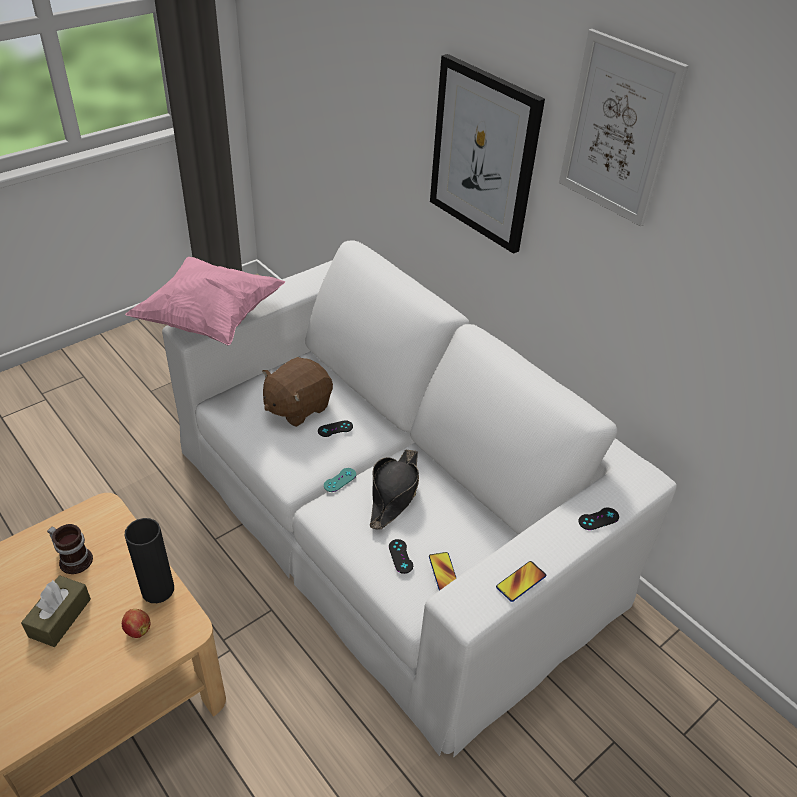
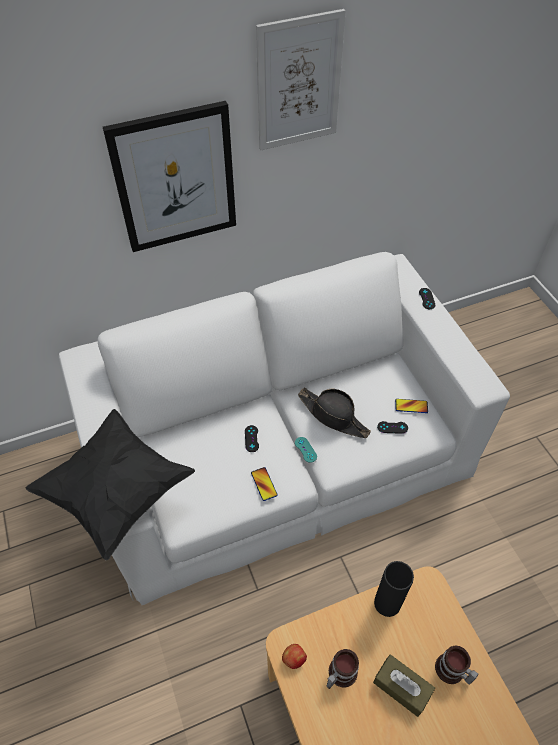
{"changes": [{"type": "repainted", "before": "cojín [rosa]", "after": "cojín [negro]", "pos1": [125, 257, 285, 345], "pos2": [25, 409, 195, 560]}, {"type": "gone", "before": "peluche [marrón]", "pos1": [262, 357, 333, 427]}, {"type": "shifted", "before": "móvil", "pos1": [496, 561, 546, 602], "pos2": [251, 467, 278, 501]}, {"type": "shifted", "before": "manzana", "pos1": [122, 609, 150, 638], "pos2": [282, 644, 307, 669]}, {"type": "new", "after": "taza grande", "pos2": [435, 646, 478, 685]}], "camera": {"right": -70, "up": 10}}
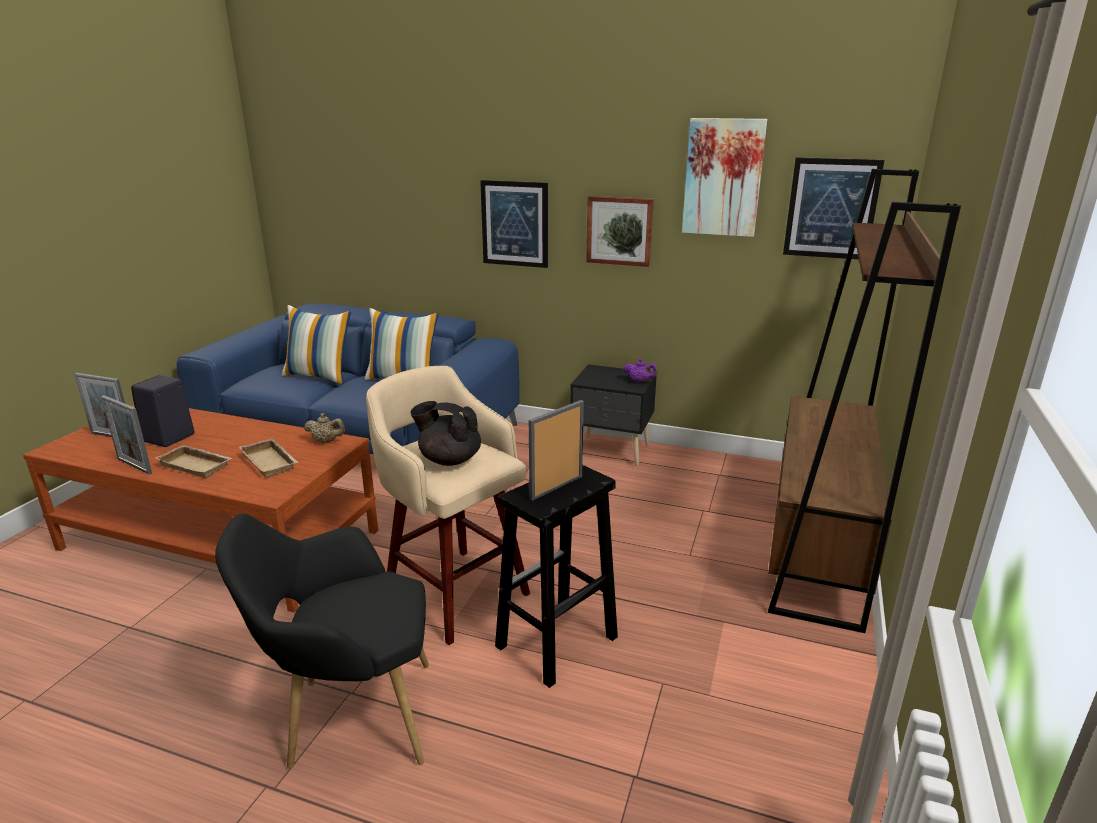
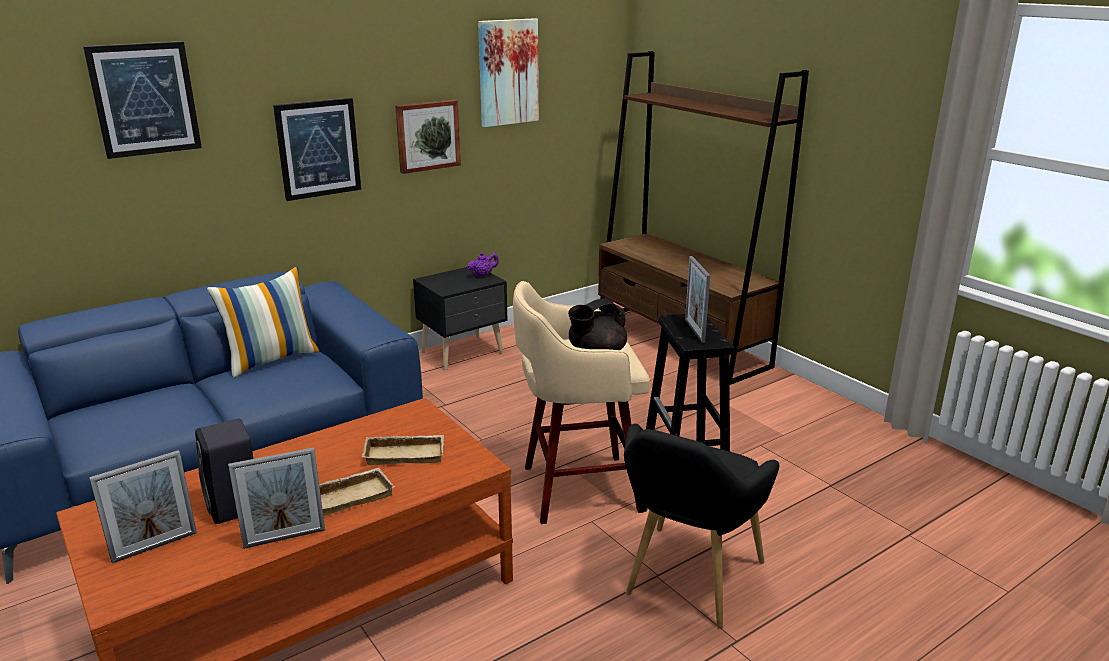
{"changes": [{"type": "shifted", "before": "cuadro", "pos1": [783, 157, 884, 259], "pos2": [83, 41, 202, 159]}, {"type": "gone", "before": "cojín", "pos1": [282, 305, 351, 385]}, {"type": "gone", "before": "tetera [beis]", "pos1": [304, 413, 345, 443]}], "camera": {"right": -55, "up": 0}}
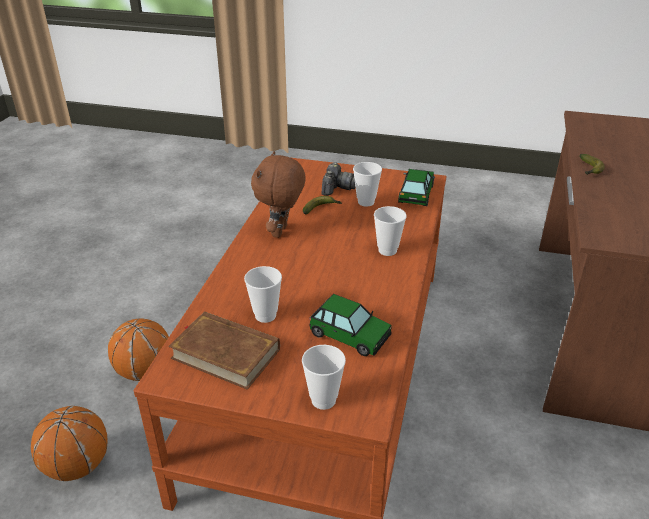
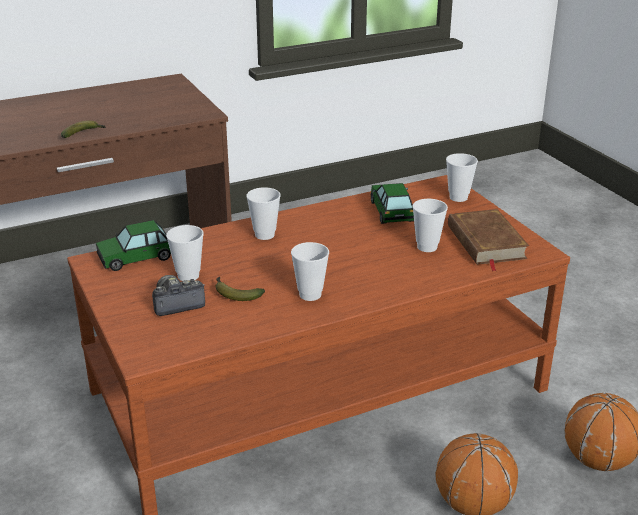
{"changes": [{"type": "swapped", "before": "peluche [marrón]", "after": "taza", "pos1": [251, 151, 306, 238], "pos2": [291, 242, 329, 301]}], "camera": {"right": -130, "up": -5}}
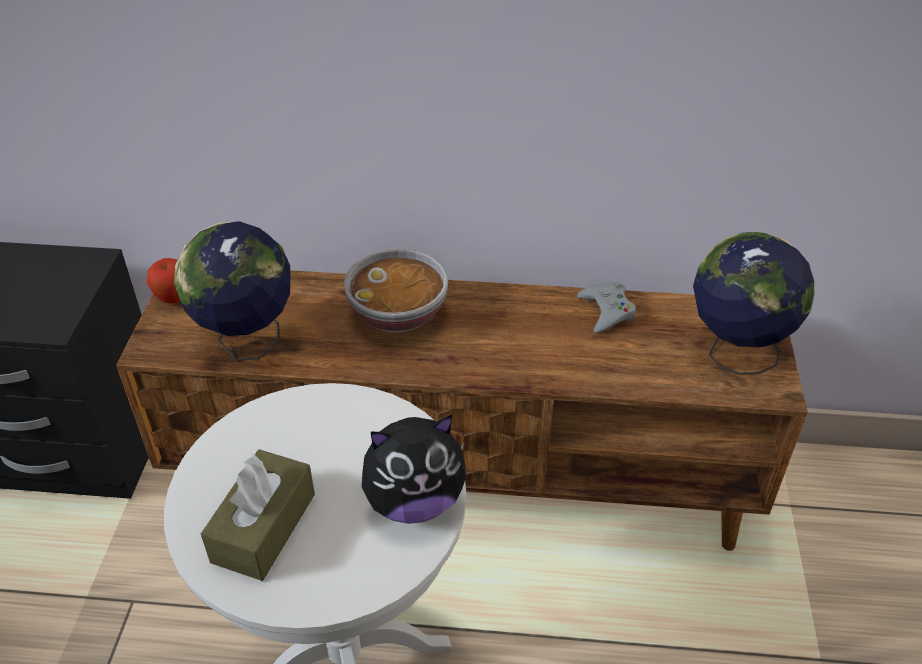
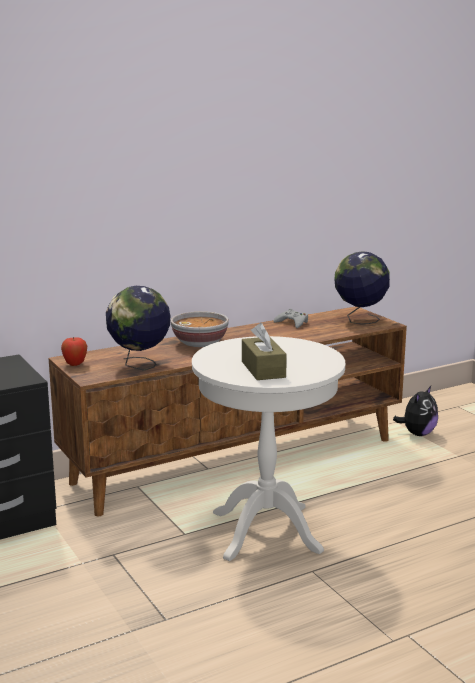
{"changes": [{"type": "shifted", "before": "peluche", "pos1": [362, 415, 466, 524], "pos2": [393, 386, 438, 436]}], "camera": {"right": -35, "up": -25}}
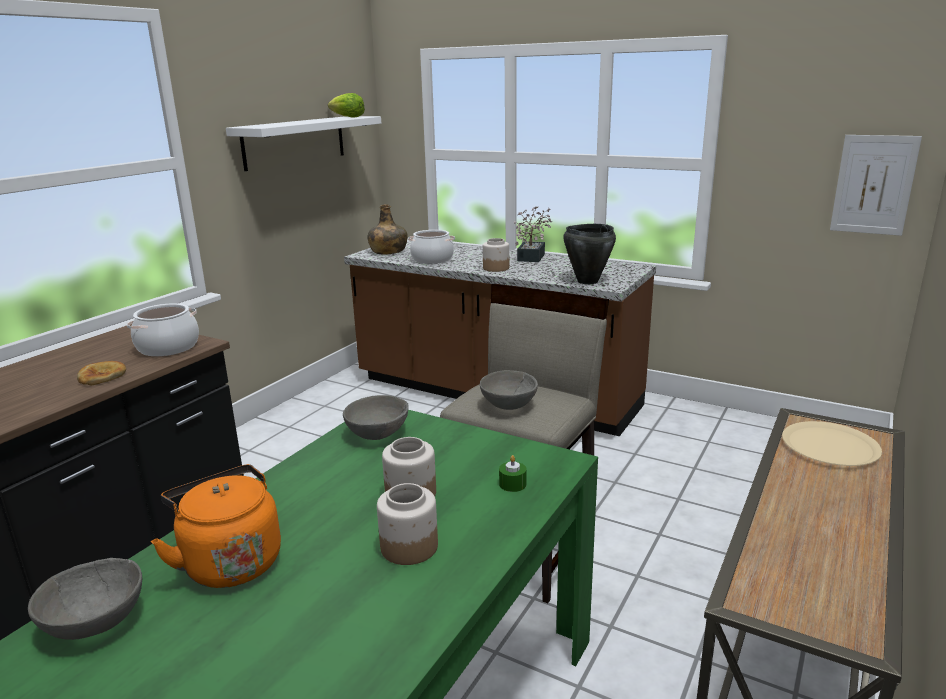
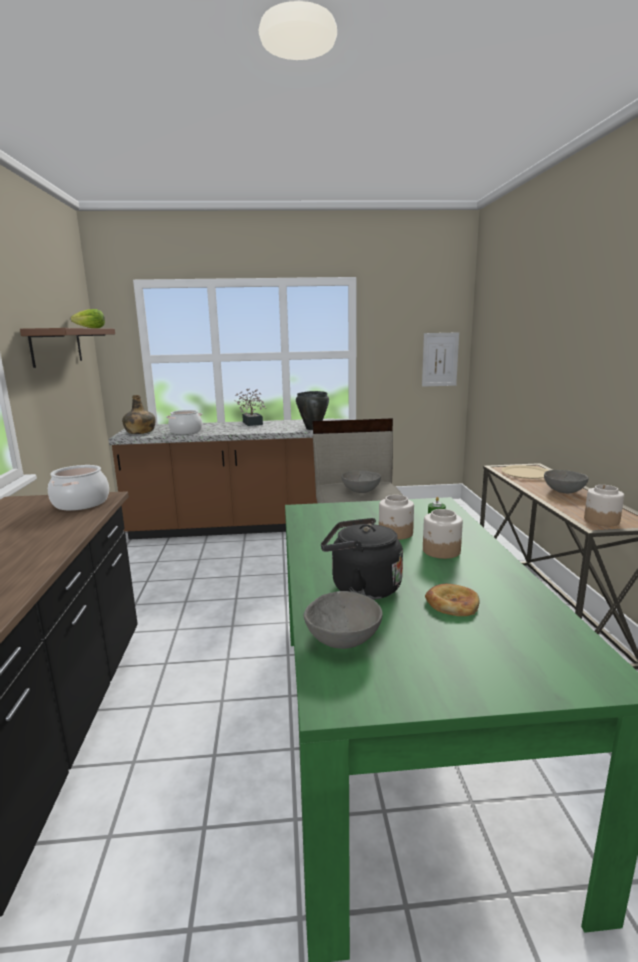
{"changes": [{"type": "repainted", "before": "estante [blanco]", "after": "estante [marrón]", "pos1": [226, 116, 381, 171], "pos2": [20, 328, 115, 368]}, {"type": "shifted", "before": "tarro", "pos1": [483, 238, 509, 272], "pos2": [584, 485, 624, 526]}, {"type": "shifted", "before": "pan", "pos1": [77, 361, 126, 385], "pos2": [425, 584, 479, 616]}, {"type": "shifted", "before": "cuenco [gris]", "pos1": [343, 395, 408, 440], "pos2": [544, 470, 589, 493]}, {"type": "repainted", "before": "hervidor [naranja]", "after": "hervidor [negro]", "pos1": [151, 464, 281, 588], "pos2": [321, 518, 403, 600]}], "camera": {"right": -35, "up": -5}}
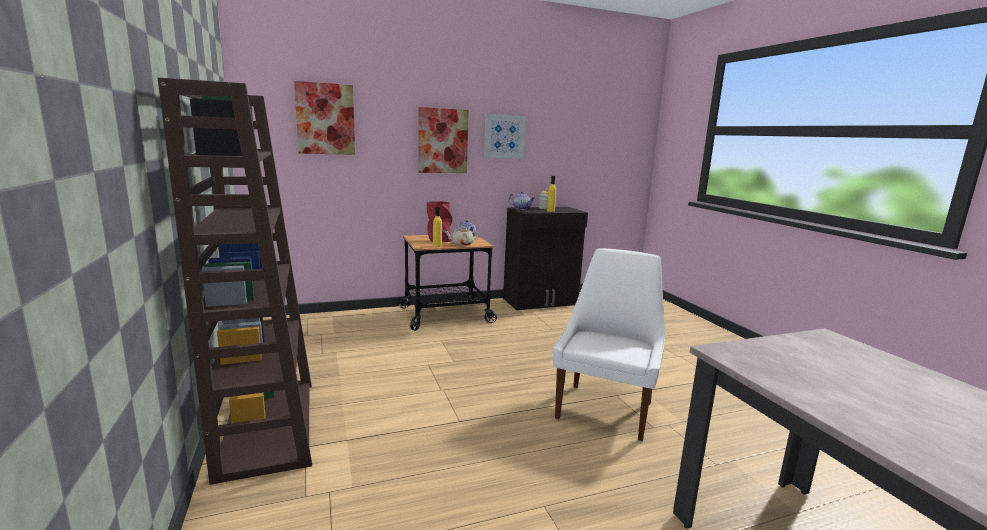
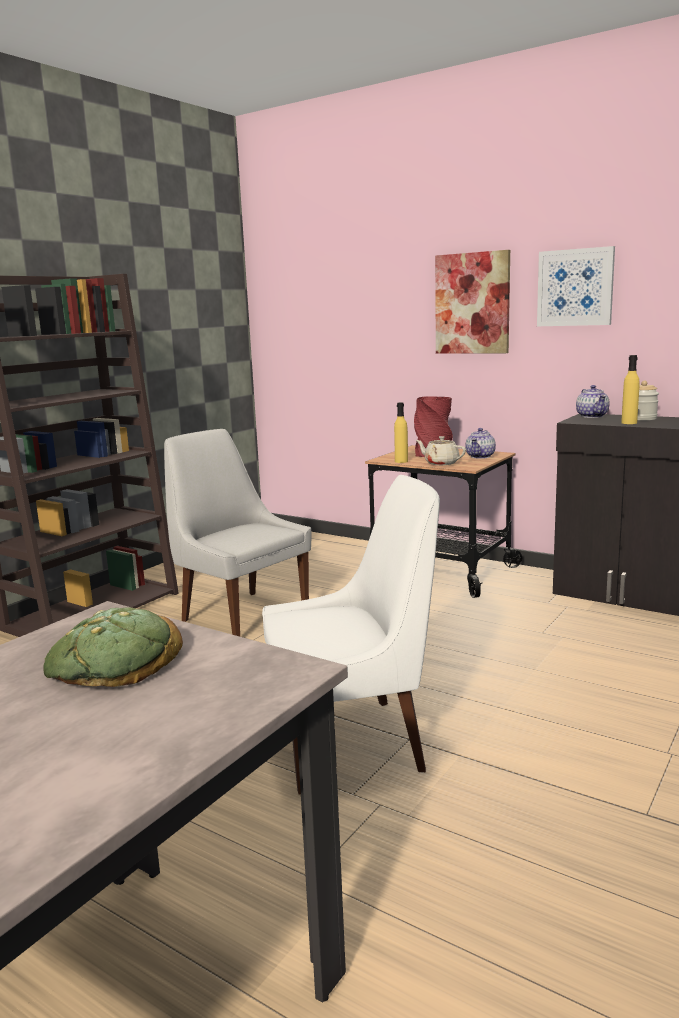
{"changes": [{"type": "gone", "before": "cuadro", "pos1": [294, 81, 355, 155]}, {"type": "new", "after": "silla [blanco]", "pos2": [164, 429, 311, 637]}, {"type": "new", "after": "pan", "pos2": [43, 607, 183, 687]}], "camera": {"right": 55, "up": 0}}
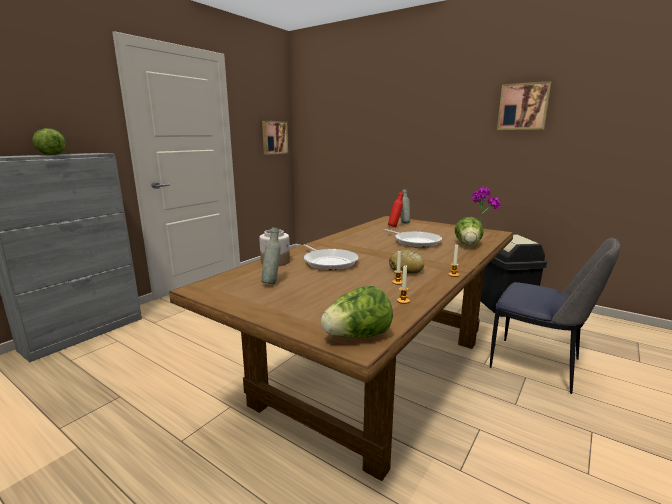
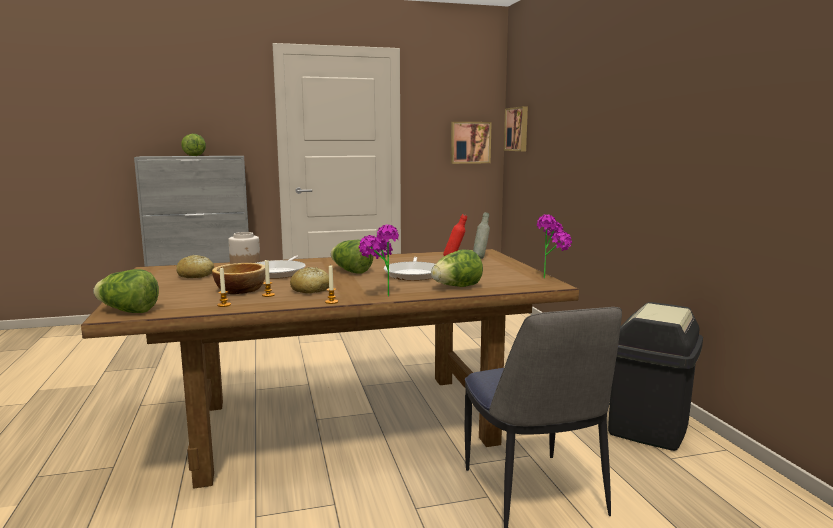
{"changes": [{"type": "shifted", "before": "cuadro", "pos1": [497, 81, 551, 130], "pos2": [504, 106, 528, 151]}, {"type": "swapped", "before": "botella [gris]", "after": "pan", "pos1": [261, 227, 281, 284], "pos2": [177, 255, 214, 278]}, {"type": "new", "after": "planta en maceta", "pos2": [359, 225, 399, 297]}, {"type": "new", "after": "lechuga", "pos2": [331, 240, 373, 274]}, {"type": "new", "after": "cuenco", "pos2": [212, 263, 265, 294]}], "camera": {"right": 40, "up": -5}}
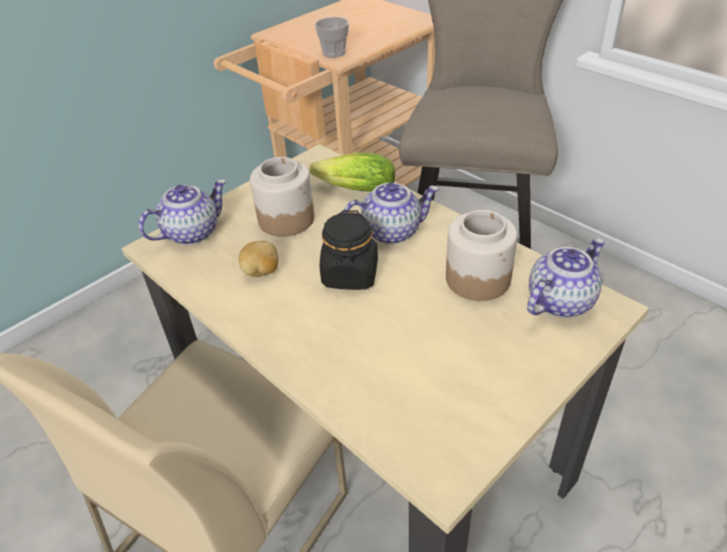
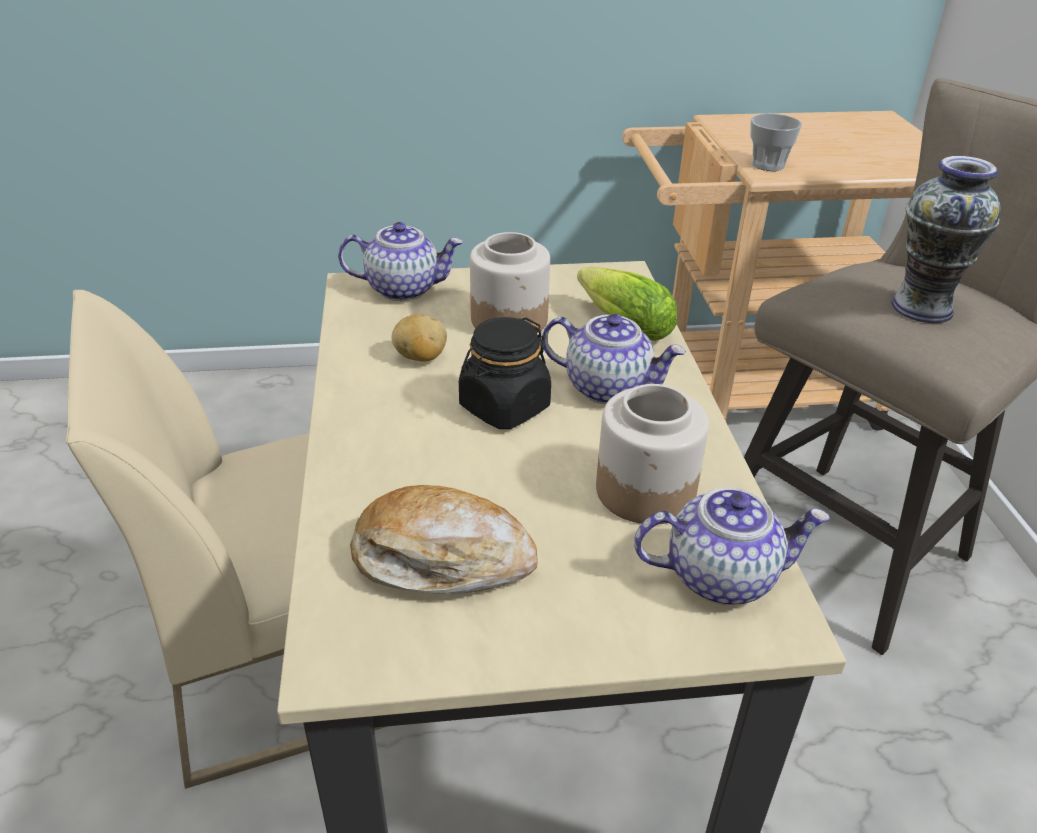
{"changes": [{"type": "new", "after": "florero", "pos2": [891, 156, 1001, 323]}, {"type": "new", "after": "pan", "pos2": [350, 485, 538, 594]}], "camera": {"right": 35, "up": -5}}
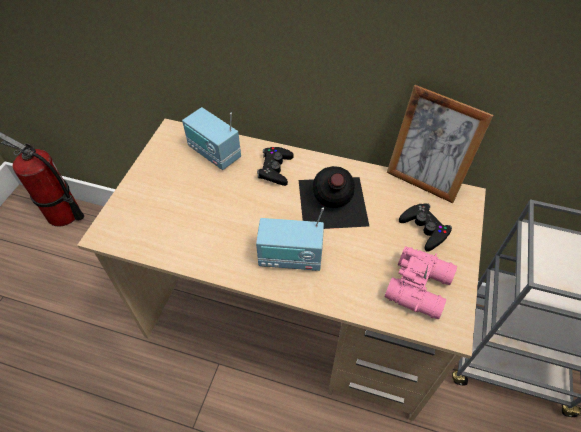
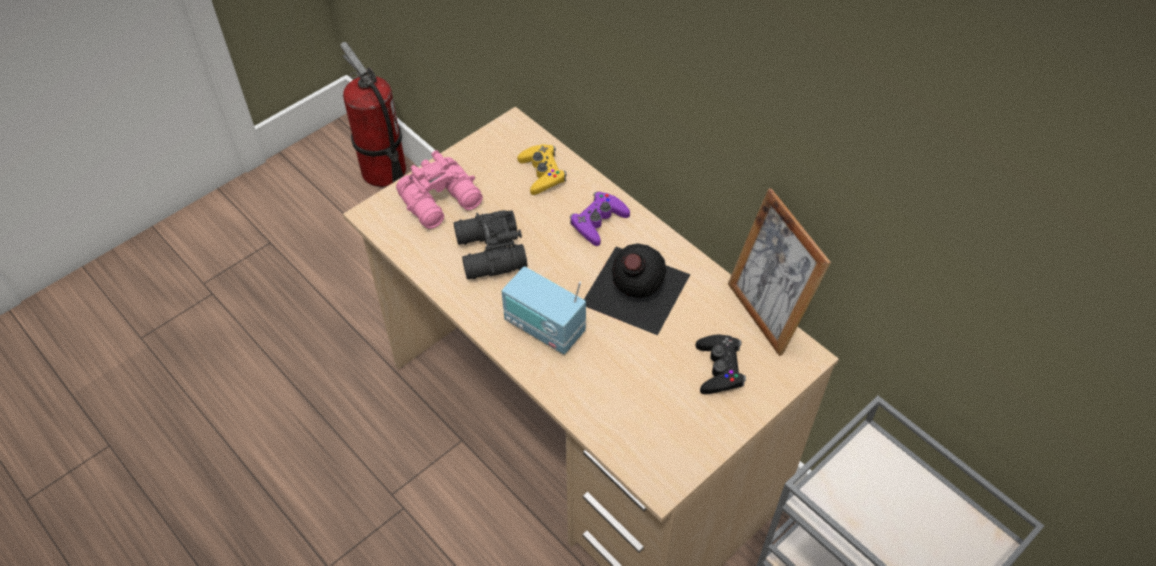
{"changes": [{"type": "swapped", "before": "radio", "after": "mando de consola [amarillo]", "pos1": [182, 107, 241, 170], "pos2": [517, 144, 566, 195]}, {"type": "repainted", "before": "mando de consola [negro]", "after": "mando de consola [morado]", "pos1": [257, 147, 294, 186], "pos2": [570, 192, 630, 246]}, {"type": "shifted", "before": "prismáticos [rosa]", "pos1": [384, 246, 457, 320], "pos2": [396, 150, 483, 229]}, {"type": "new", "after": "prismáticos [negro]", "pos2": [454, 210, 527, 280]}], "camera": {"right": 30, "up": 0}}
